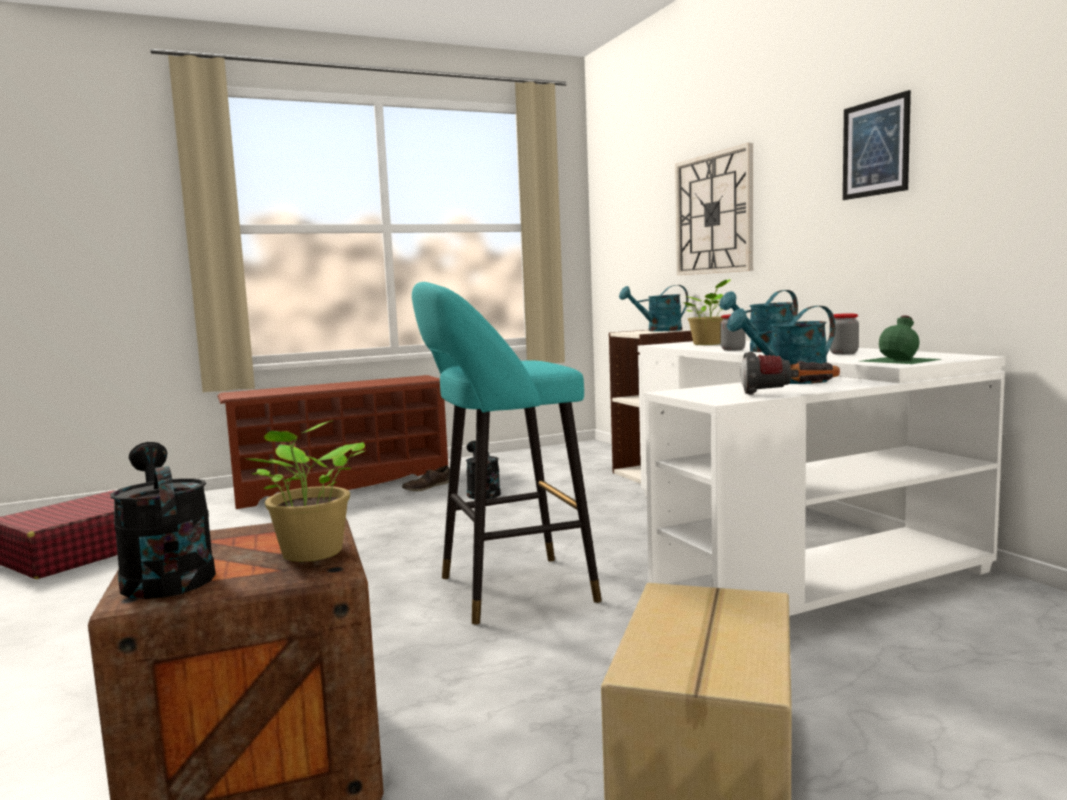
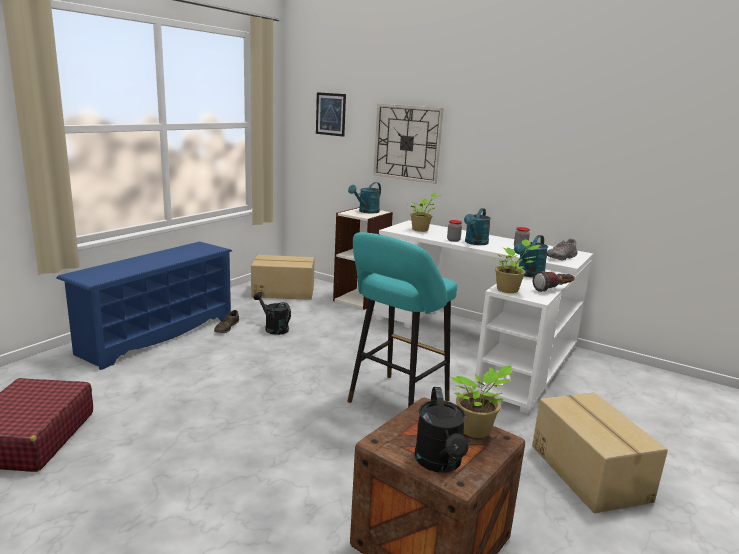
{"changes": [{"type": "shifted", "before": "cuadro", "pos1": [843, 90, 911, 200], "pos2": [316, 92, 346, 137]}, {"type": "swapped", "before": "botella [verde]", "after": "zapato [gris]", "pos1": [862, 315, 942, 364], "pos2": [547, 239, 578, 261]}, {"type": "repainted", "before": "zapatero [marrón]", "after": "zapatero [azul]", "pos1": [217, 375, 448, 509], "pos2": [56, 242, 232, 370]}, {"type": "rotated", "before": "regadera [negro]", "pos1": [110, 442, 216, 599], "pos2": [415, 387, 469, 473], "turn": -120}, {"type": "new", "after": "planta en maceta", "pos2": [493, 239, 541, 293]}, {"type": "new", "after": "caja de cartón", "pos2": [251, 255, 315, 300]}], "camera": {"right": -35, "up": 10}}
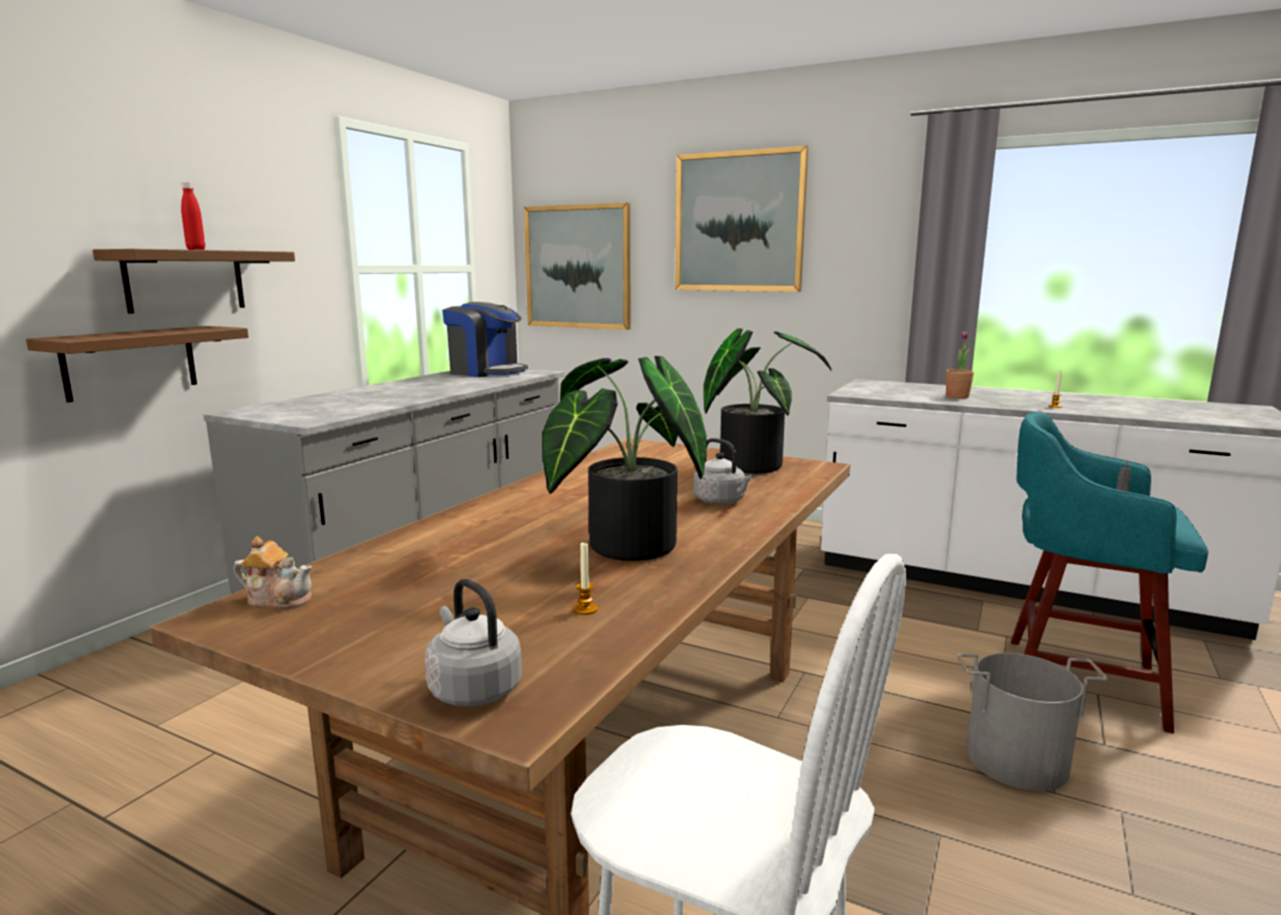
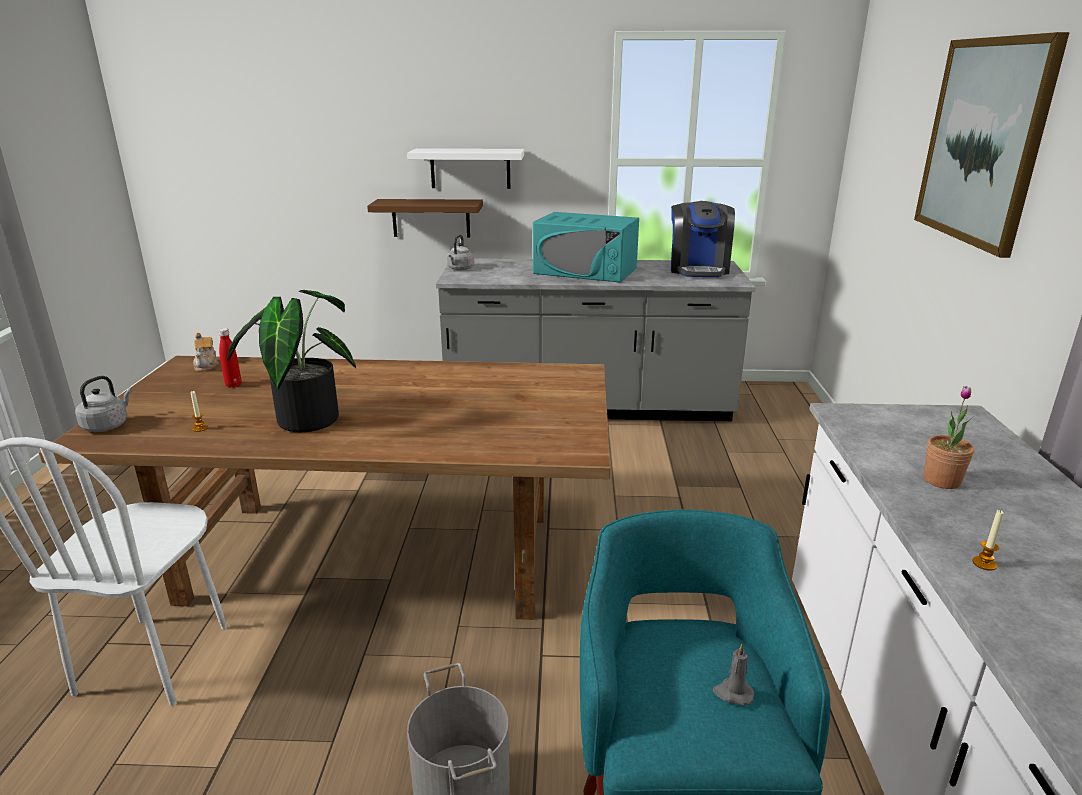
{"changes": [{"type": "shifted", "before": "botella [rojo]", "pos1": [181, 182, 205, 250], "pos2": [218, 328, 241, 388]}, {"type": "gone", "before": "cuadro", "pos1": [524, 202, 631, 330]}, {"type": "repainted", "before": "estante [marrón]", "after": "estante [blanco]", "pos1": [93, 249, 295, 314], "pos2": [407, 148, 524, 189]}, {"type": "gone", "before": "planta en maceta", "pos1": [704, 328, 831, 473]}, {"type": "shifted", "before": "hervidor [gris]", "pos1": [694, 438, 753, 505], "pos2": [447, 235, 474, 270]}, {"type": "new", "after": "microondas [turquesa]", "pos2": [533, 212, 639, 283]}], "camera": {"right": 65, "up": 10}}
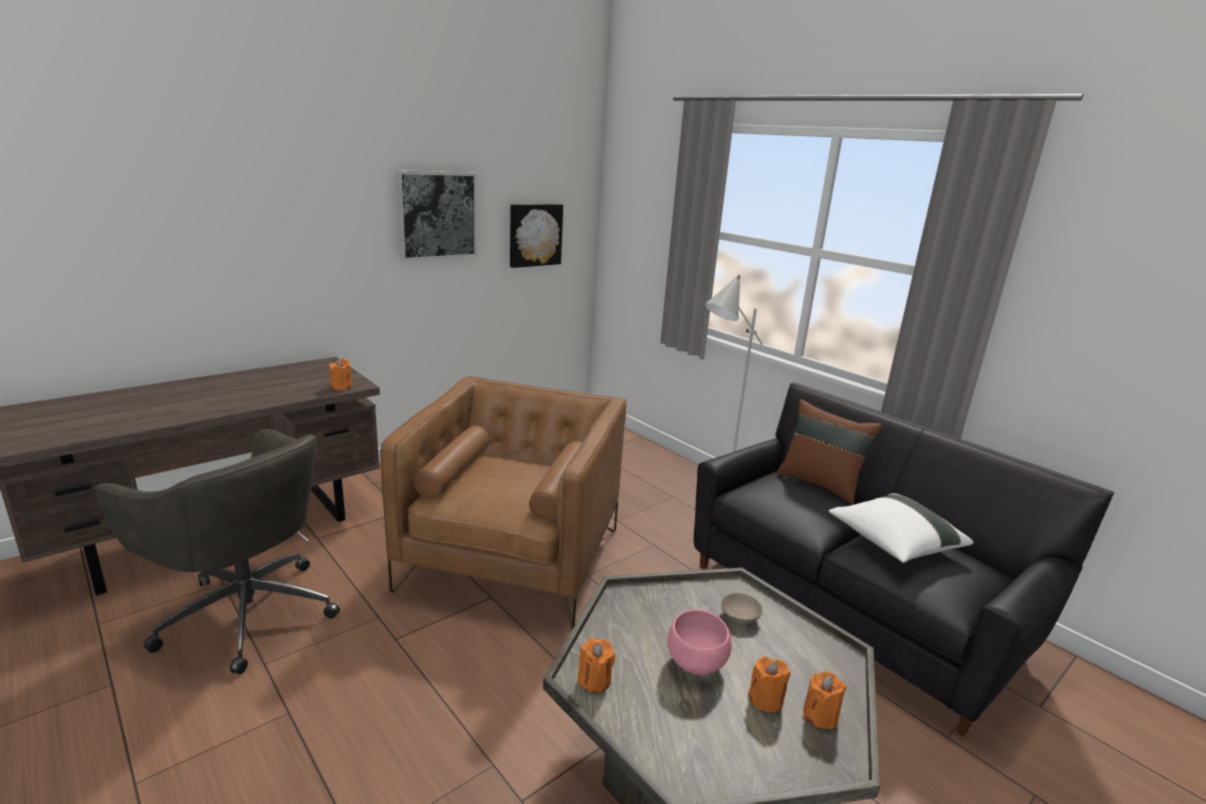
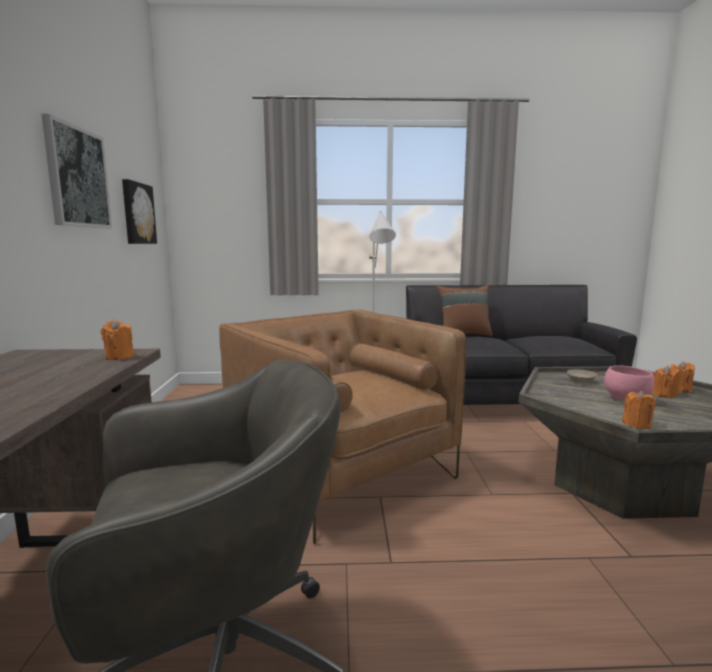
{"changes": [{"type": "gone", "before": "cojín [blanco]", "pos1": [828, 493, 974, 563]}], "camera": {"right": -50, "up": -10}}
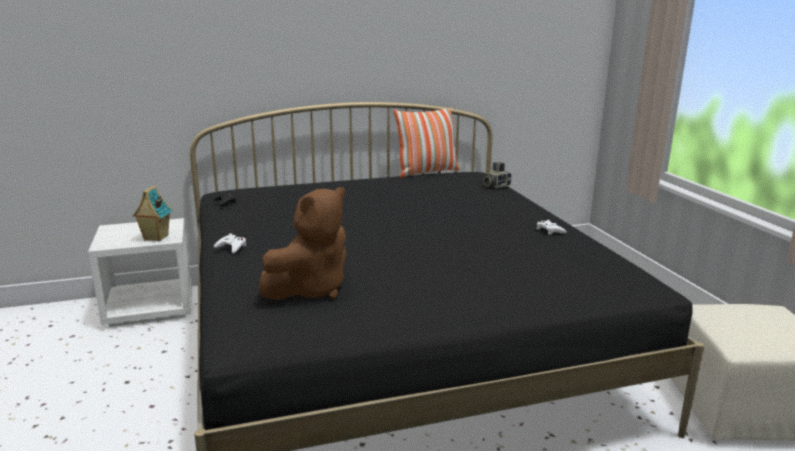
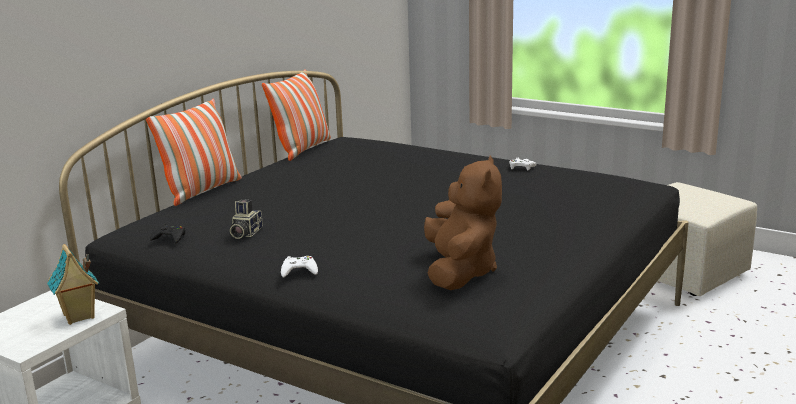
{"changes": [{"type": "shifted", "before": "cámara", "pos1": [484, 162, 512, 188], "pos2": [230, 199, 262, 239]}, {"type": "new", "after": "cojín", "pos2": [146, 98, 242, 206]}], "camera": {"right": -40, "up": 0}}
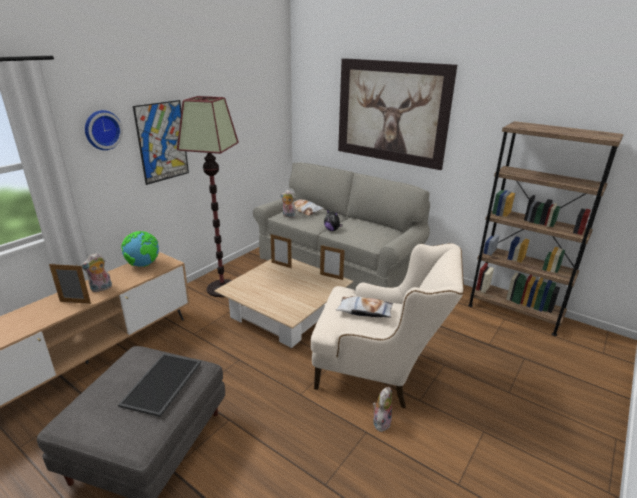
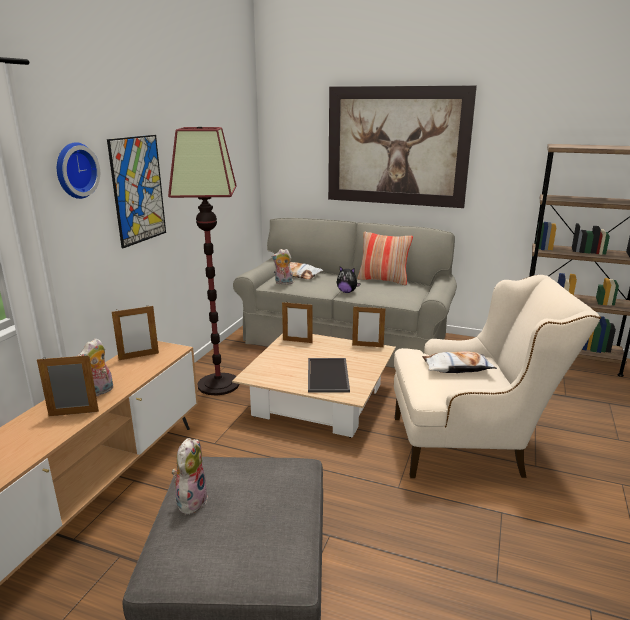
{"changes": [{"type": "swapped", "before": "globo terráqueo", "after": "portarretratos", "pos1": [121, 231, 159, 267], "pos2": [112, 306, 159, 360]}, {"type": "shifted", "before": "bandeja", "pos1": [118, 354, 201, 417], "pos2": [308, 358, 350, 393]}, {"type": "shifted", "before": "peluche", "pos1": [373, 387, 392, 432], "pos2": [172, 438, 208, 515]}, {"type": "new", "after": "cojín", "pos2": [357, 232, 413, 285]}], "camera": {"right": -15, "up": -5}}
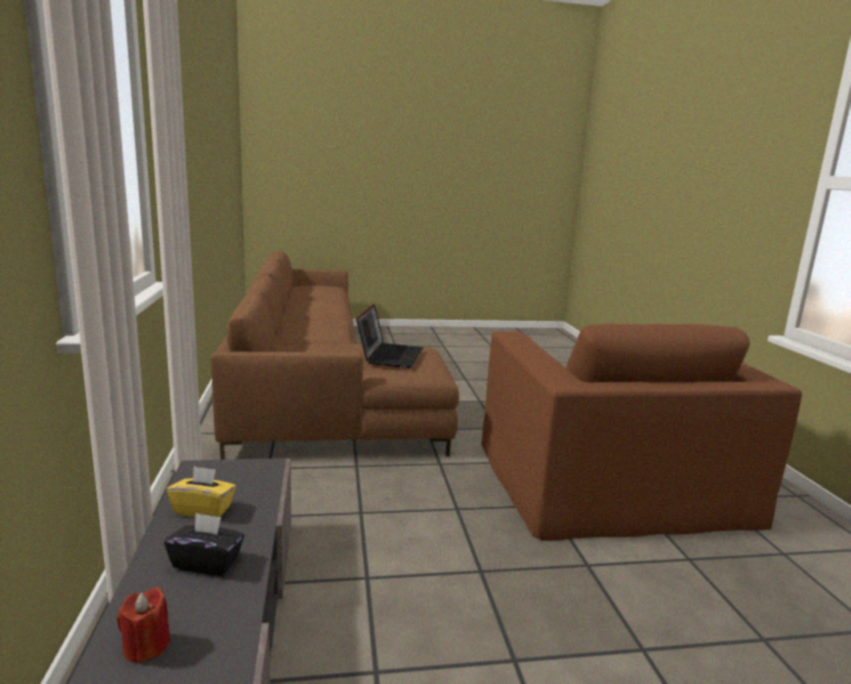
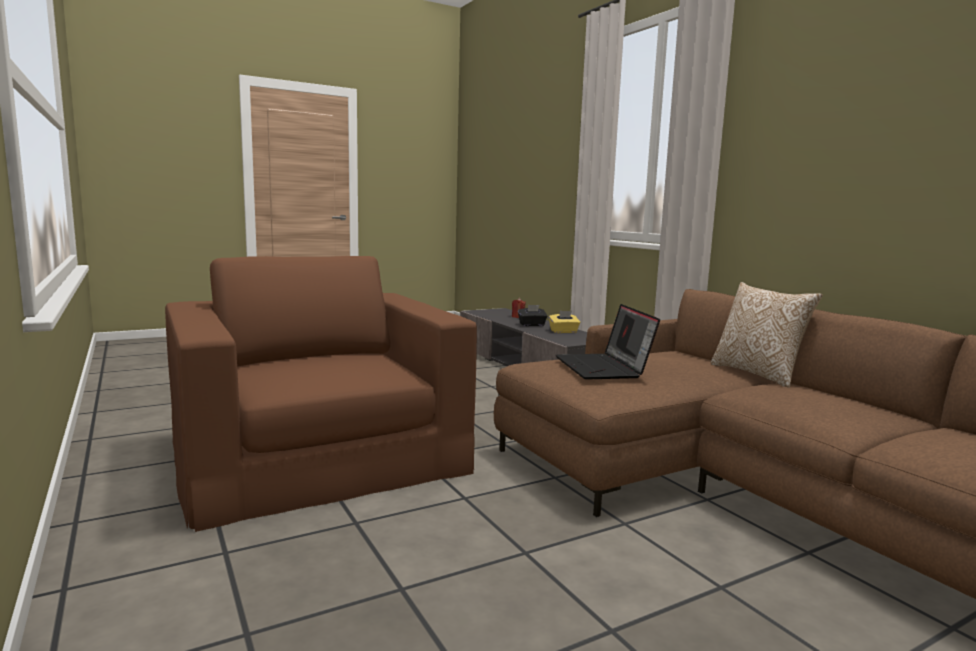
{"changes": [{"type": "new", "after": "cojín", "pos2": [711, 282, 823, 388]}], "camera": {"right": 160, "up": -5}}
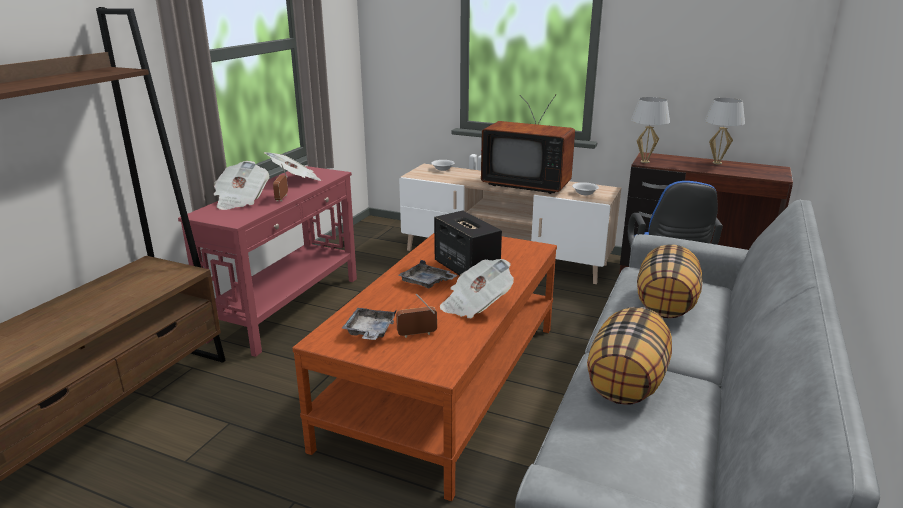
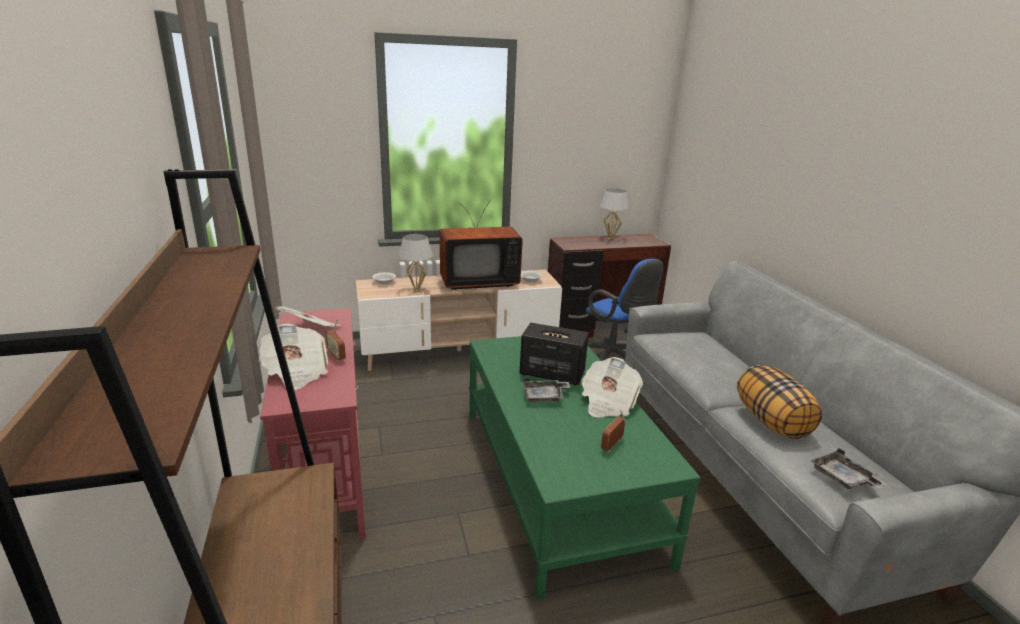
{"changes": [{"type": "shifted", "before": "lámpara de mesa [blanco]", "pos1": [631, 97, 670, 163], "pos2": [399, 234, 433, 292]}, {"type": "repainted", "before": "mesa de centro [marrón]", "after": "mesa de centro [verde]", "pos1": [292, 233, 557, 501], "pos2": [469, 336, 701, 600]}, {"type": "gone", "before": "cojín", "pos1": [637, 244, 702, 318]}, {"type": "shifted", "before": "bandeja [gris]", "pos1": [342, 308, 397, 340], "pos2": [811, 448, 888, 489]}], "camera": {"right": -40, "up": 0}}
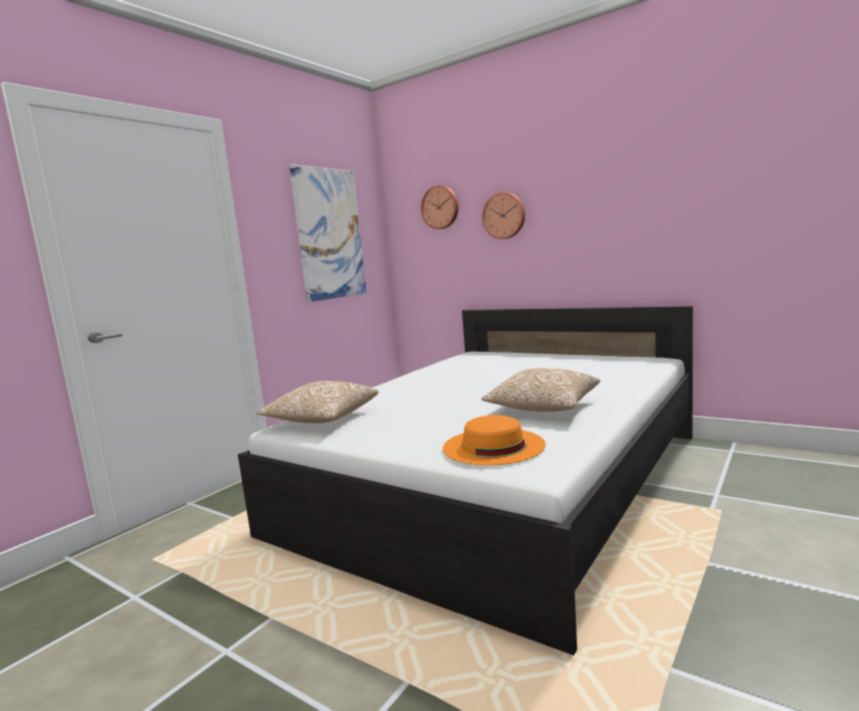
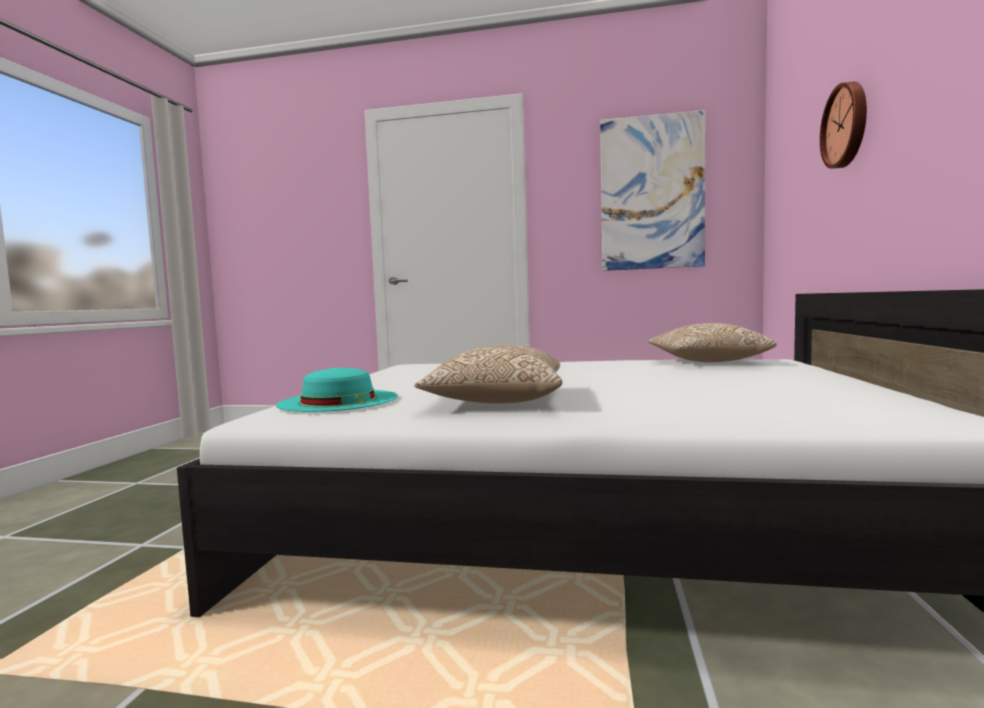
{"changes": [{"type": "gone", "before": "reloj de pared", "pos1": [421, 186, 459, 229]}, {"type": "shifted", "before": "cojín", "pos1": [257, 381, 379, 423], "pos2": [648, 323, 776, 362]}, {"type": "repainted", "before": "sombrero [naranja]", "after": "sombrero [turquesa]", "pos1": [443, 415, 546, 465], "pos2": [276, 367, 398, 412]}], "camera": {"right": 65, "up": -5}}
